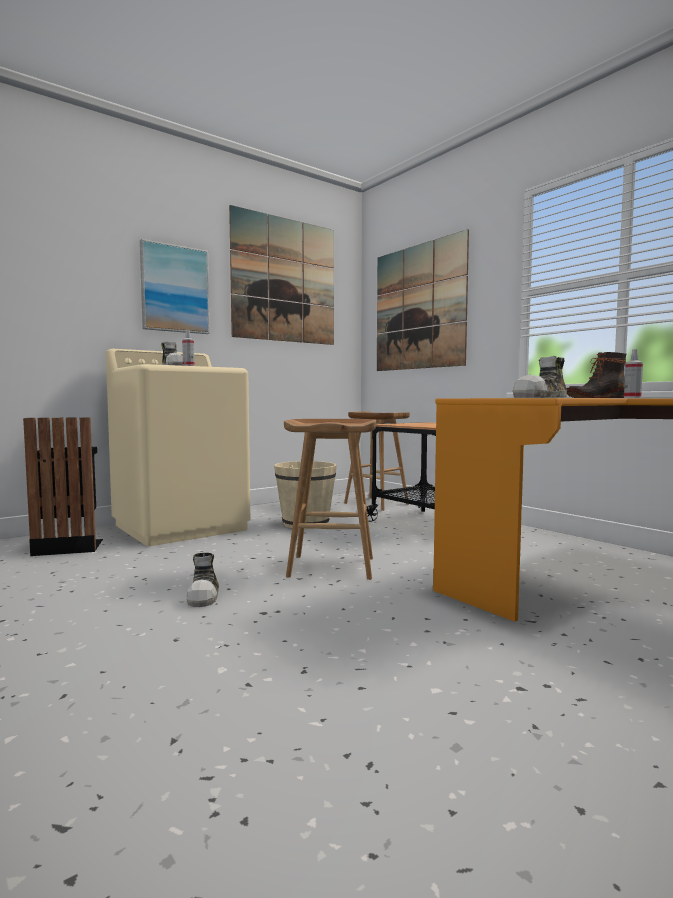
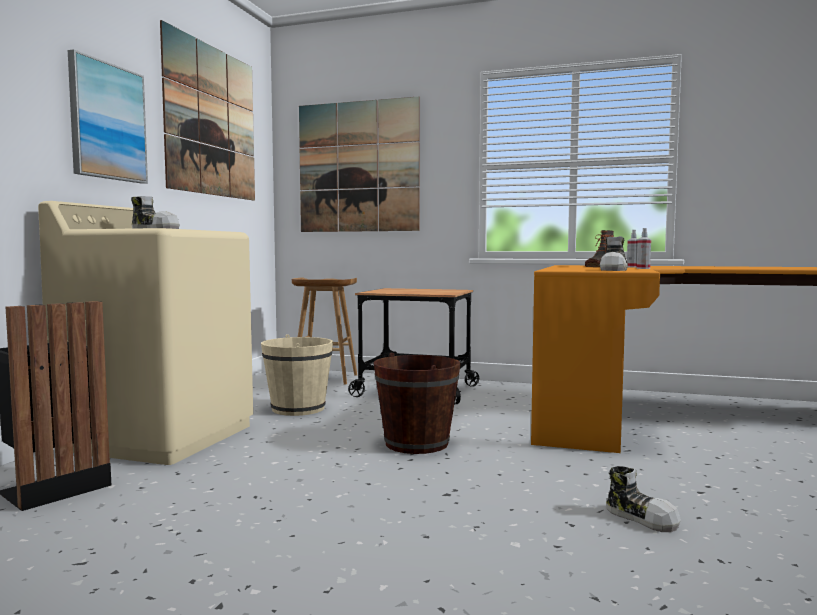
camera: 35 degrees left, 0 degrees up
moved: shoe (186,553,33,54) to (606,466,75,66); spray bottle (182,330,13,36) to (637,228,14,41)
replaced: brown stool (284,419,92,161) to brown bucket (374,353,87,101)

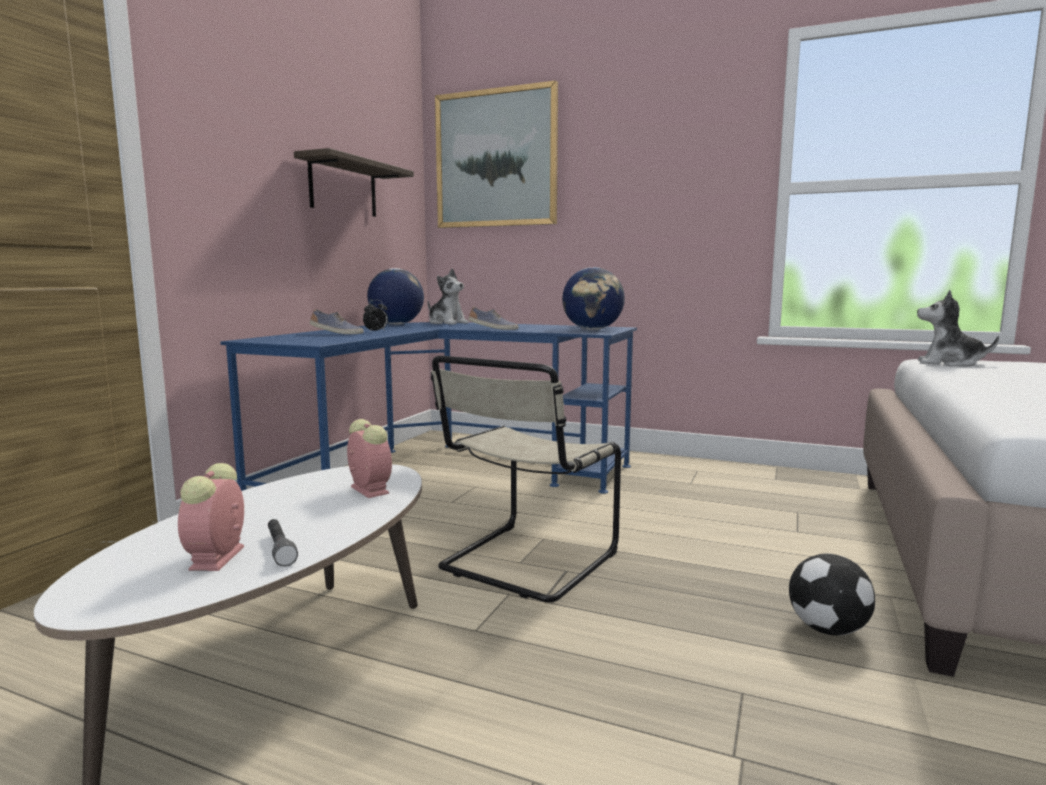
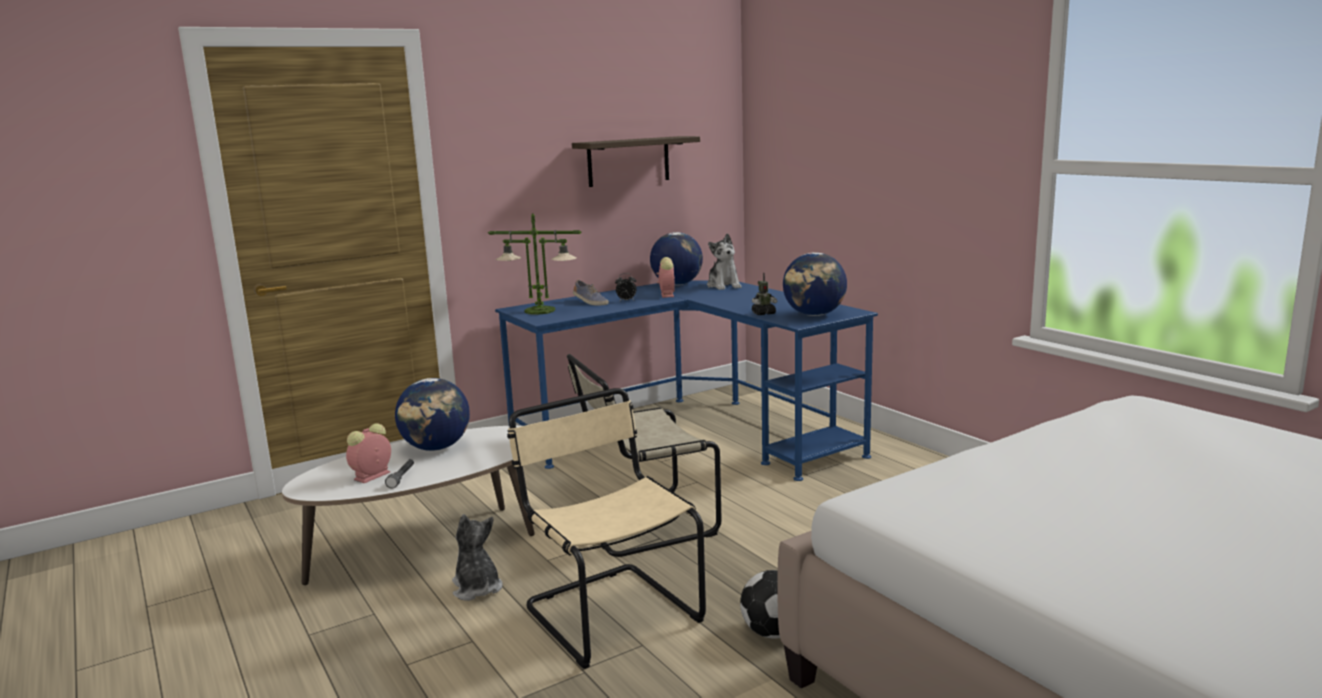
camera: 35 degrees right, 5 degrees up
removed: picture (435,80,123,148); shoe (468,306,51,24)
added: globe (395,378,75,73); table lamp (488,213,94,102); beige chair (507,388,199,281); toy robot (752,273,25,42)
moved: plush toy (917,290,82,77) to (452,514,51,87); alarm clock (347,419,45,79) to (656,257,19,41)

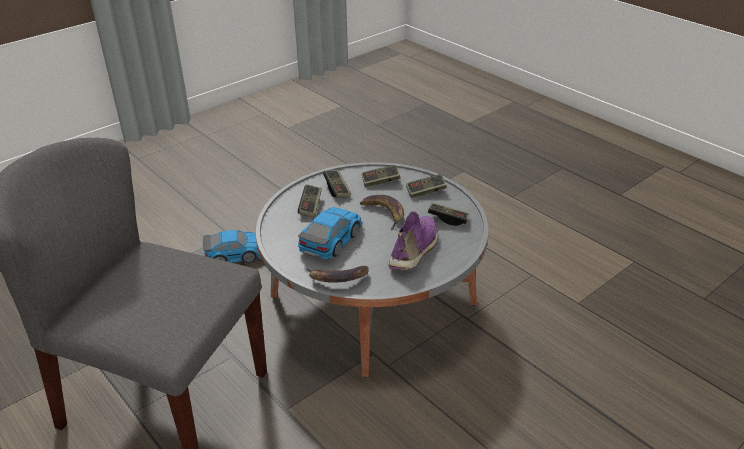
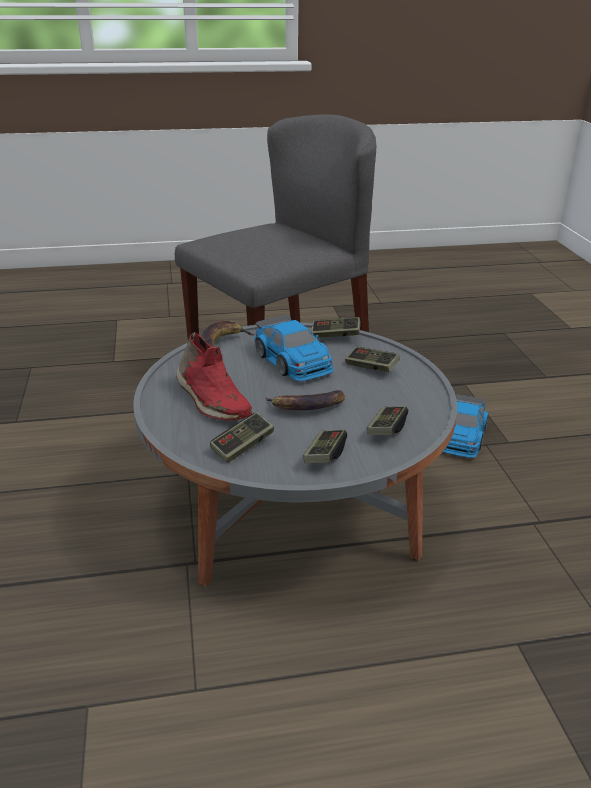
camera: 120 degrees right, 5 degrees down
moved: game controller (323,170,28,28) to (311,317,49,21)
recoloured: purple shoe (388,211,50,59) to red shoe (176,332,76,89)

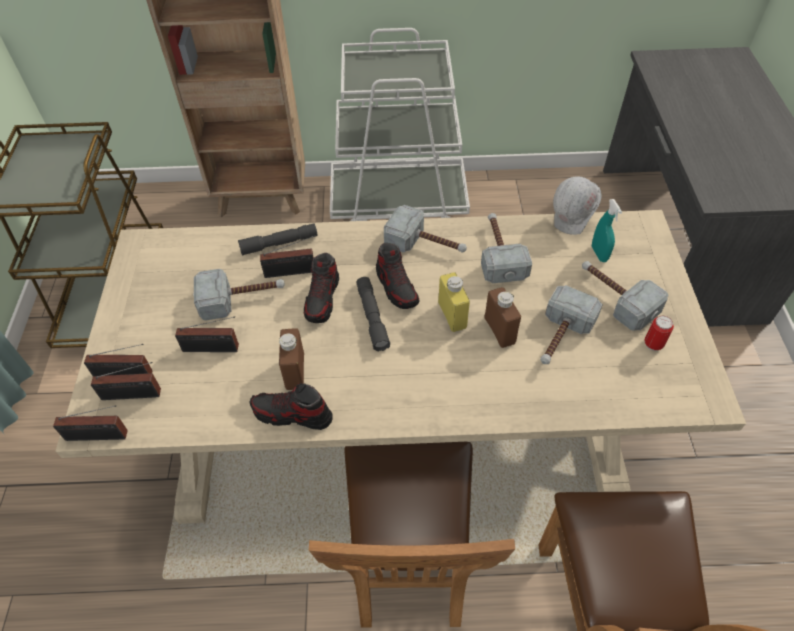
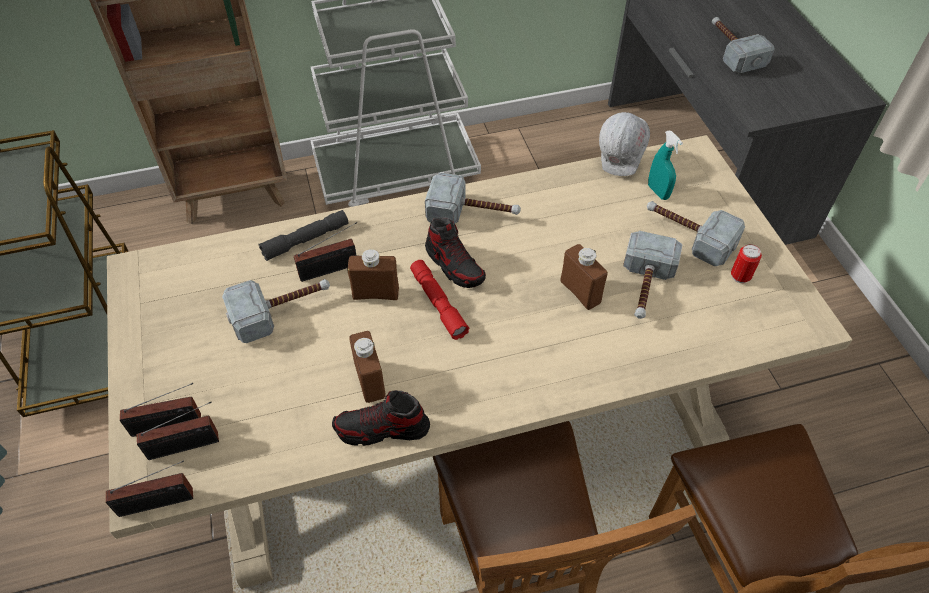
camera: 15 degrees left, 0 degrees up
removed: radio (175,316,64,36); yellow bottle (438,272,32,60)
moved: hammer (481,213,51,71) to (712,17,63,56)
replaced: shoe (304,253,35,70) to brown bottle (347,249,52,51)
recoloured: grey flashlight (356,277,34,74) to red flashlight (410,260,59,80)

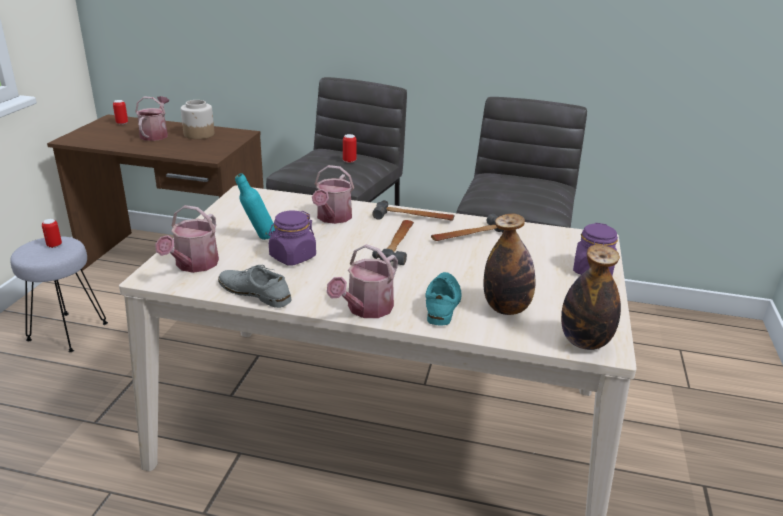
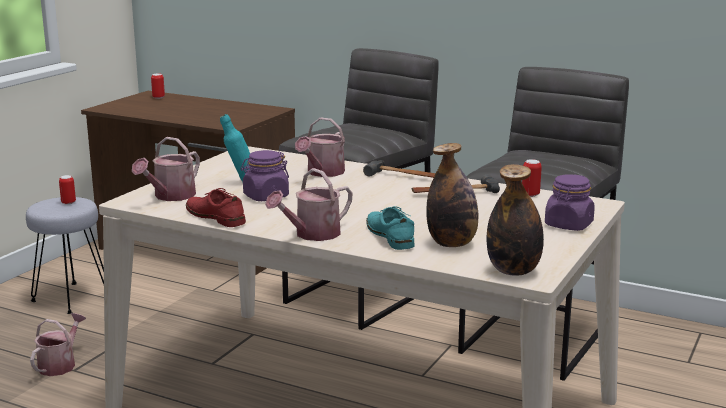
camera: 15 degrees right, 10 degrees down
removed: jar (181,100,34,39); hammer (372,220,42,45)
moved: watering can (135,96,34,45) to (30,313,56,63); can (343,134,14,29) to (522,159,20,38)
recoloured: grey shoe (218,265,73,43) to red shoe (186,188,60,39)
turned: turquoise shoe (425,272,36,54) = (366,206,49,44) 45 degrees counterclockwise

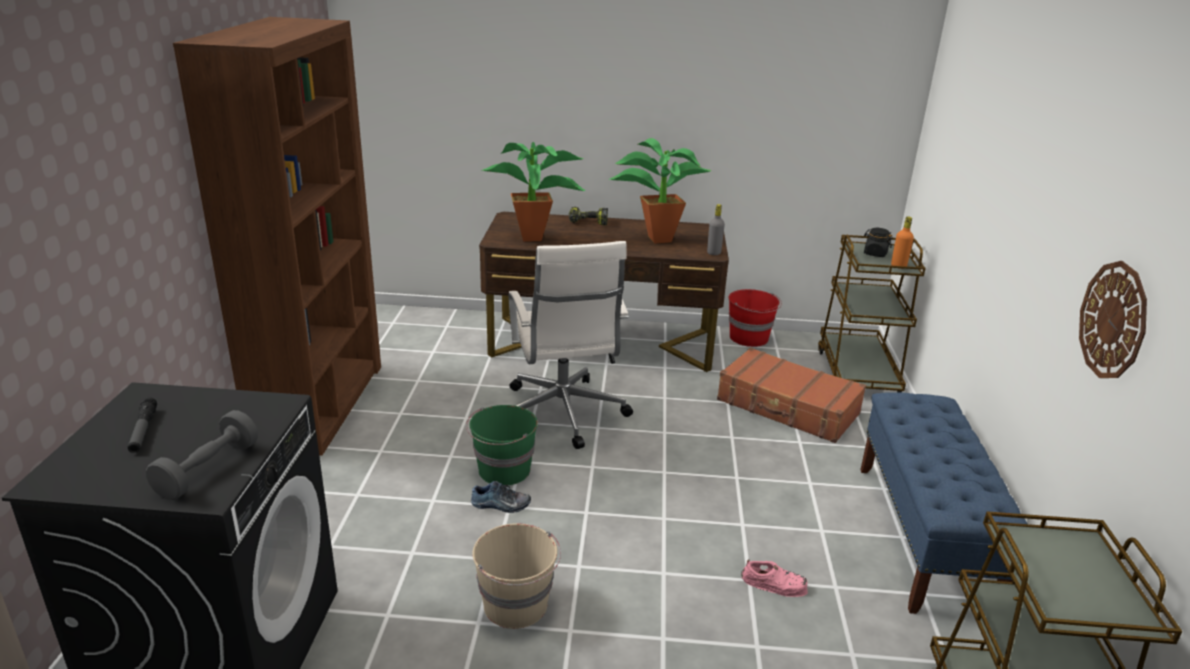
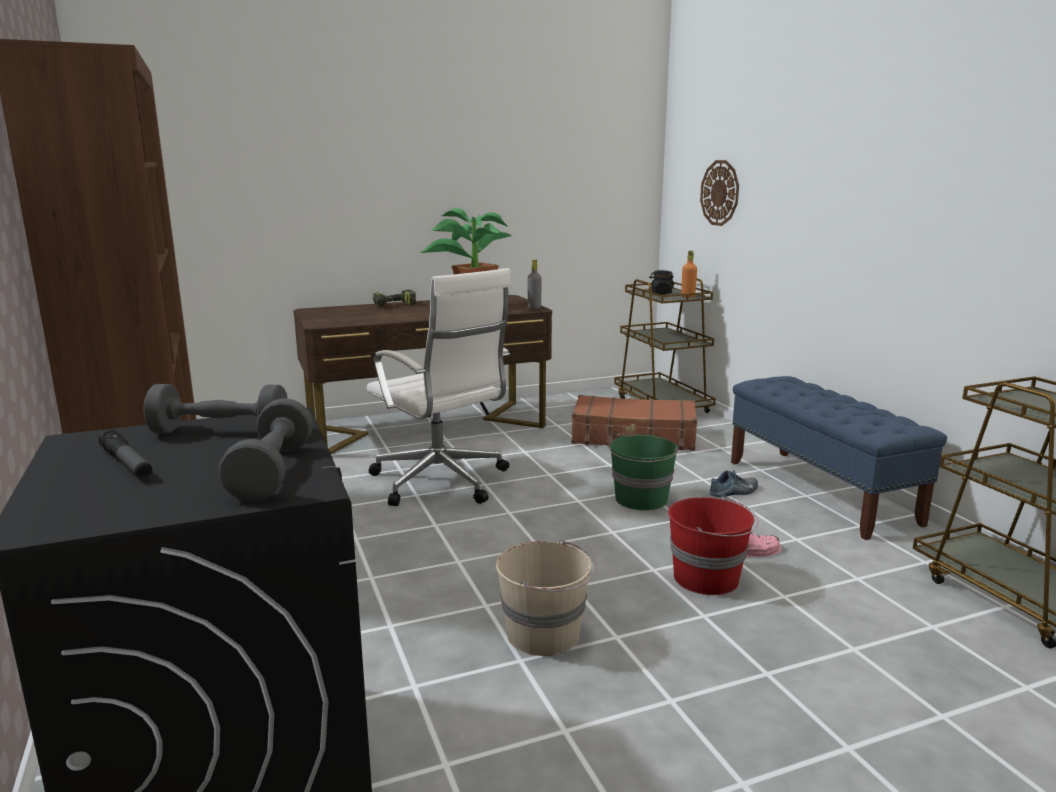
camera: 25 degrees left, 10 degrees down
removed: potted plant (482,142,104,100)
added: grey dumbbell (143,384,145,50)
moved: green bucket (466,405,72,81) to (608,435,71,75); red bucket (728,289,54,58) to (668,497,91,98); wall clock (1079,261,68,117) to (700,160,39,66); shoe (471,481,60,32) to (710,470,48,27)

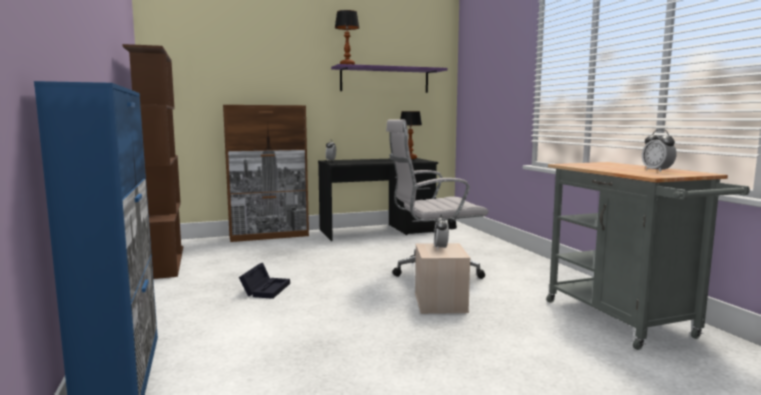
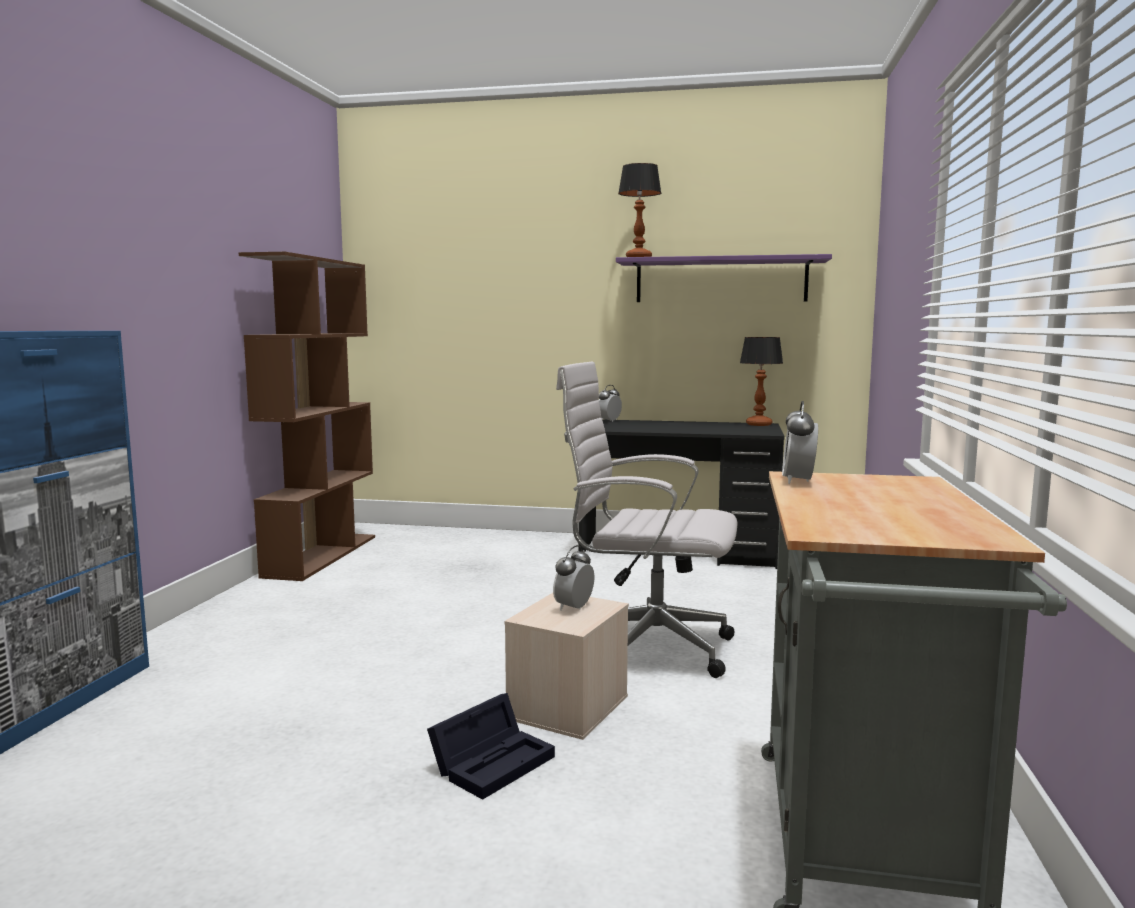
camera: 30 degrees right, 0 degrees up
removed: brown cabinet (223,105,86,137)
moved: black storage box (239,263,51,36) to (427,693,128,107); alarm clock (642,129,35,43) to (782,401,36,83)

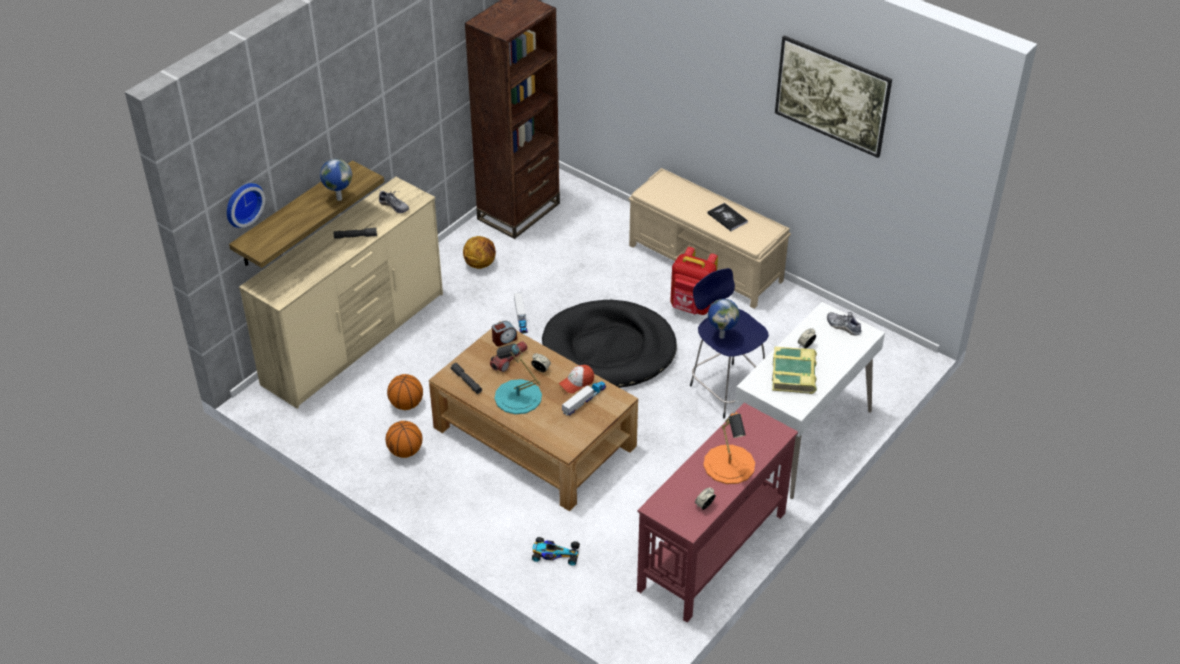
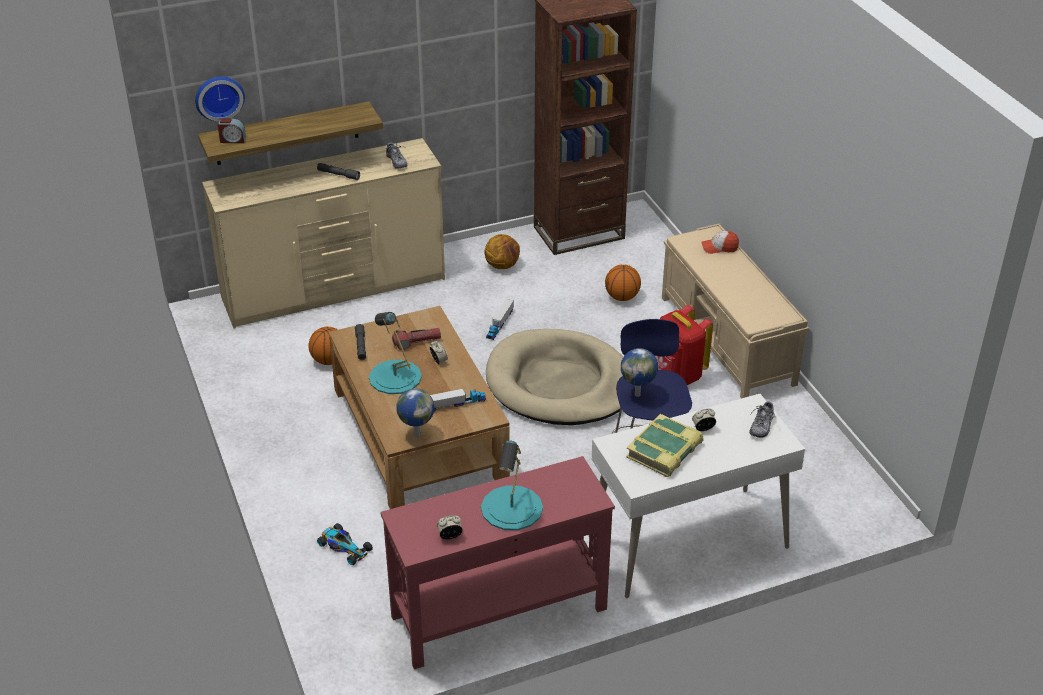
camera: 30 degrees right, 5 degrees down
removed: book (707,203,41,28); picture (775,35,117,123)
moved: alarm clock (492,321,25,26) to (217,118,29,25); globe (320,159,32,42) to (396,388,39,49); basketball (385,421,38,37) to (605,265,36,36); cap (559,365,35,28) to (702,231,37,23)
recoloured: orange table lamp (703,412,52,72) to turquoise table lamp (481,440,62,90); black dog bed (542,300,135,88) to beige dog bed (486,329,137,96)
turned: shoe (827,312,34,24) = (749,399,26,39) 135 degrees counterclockwise

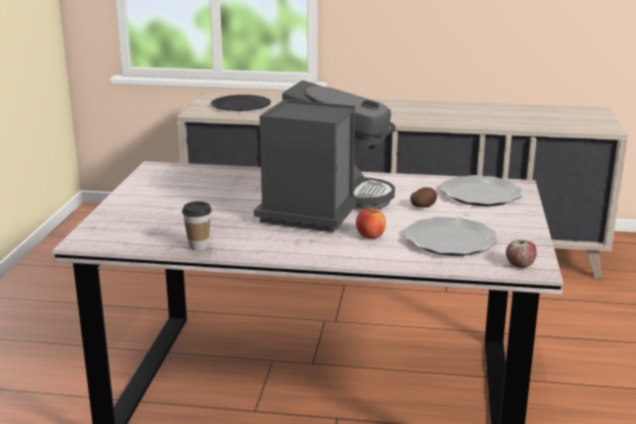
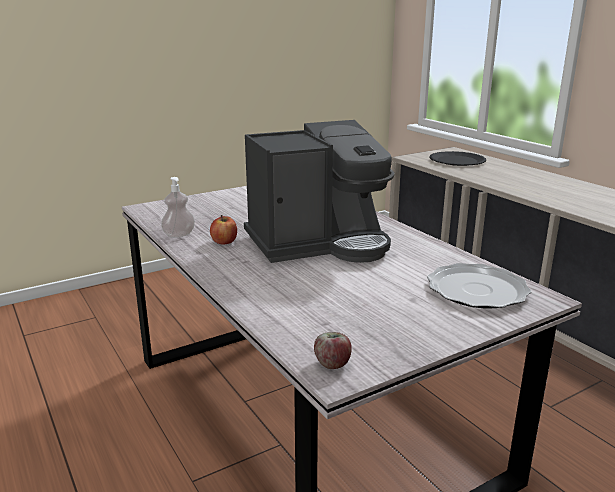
camera: 50 degrees right, 0 degrees up
removed: plate (405,217,93,39); potato (410,187,27,21)
moved: apple (356,207,30,32) to (210,215,27,30)
replaced: cup (182,201,30,50) to soap dispenser (161,177,34,61)

